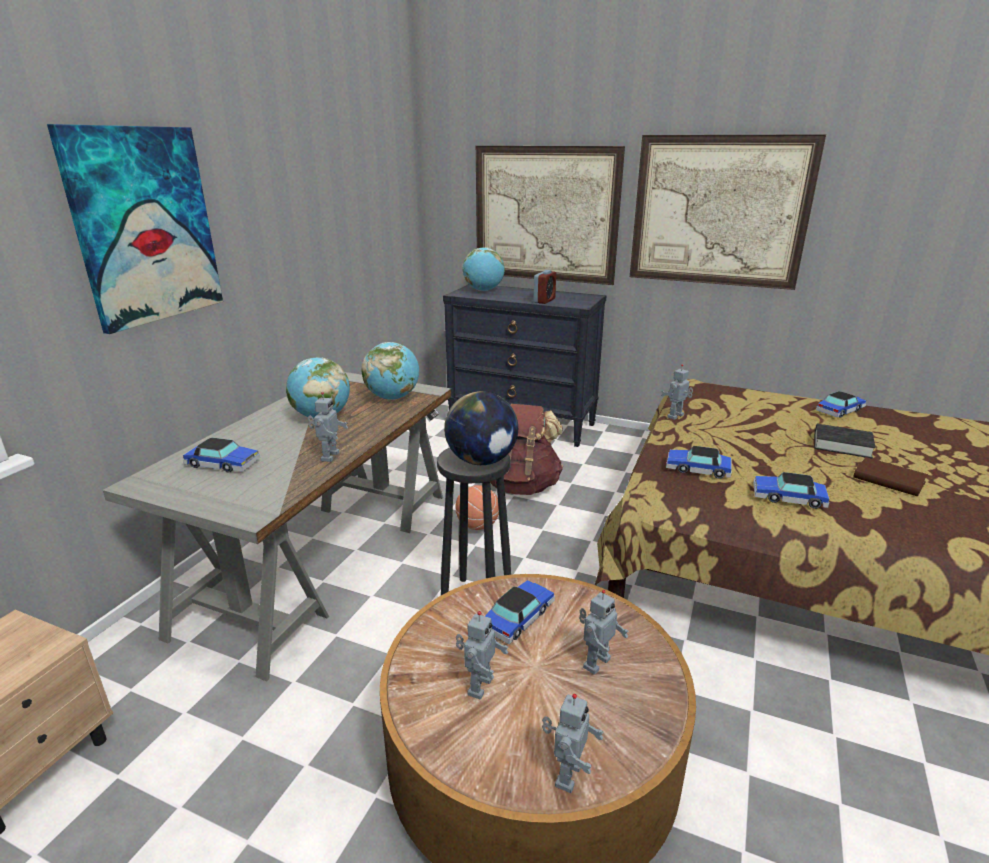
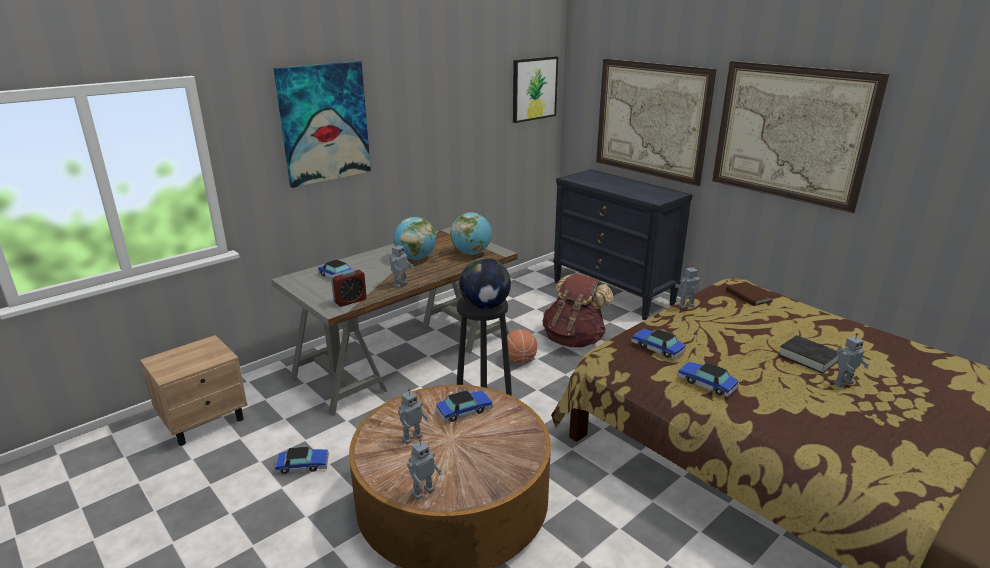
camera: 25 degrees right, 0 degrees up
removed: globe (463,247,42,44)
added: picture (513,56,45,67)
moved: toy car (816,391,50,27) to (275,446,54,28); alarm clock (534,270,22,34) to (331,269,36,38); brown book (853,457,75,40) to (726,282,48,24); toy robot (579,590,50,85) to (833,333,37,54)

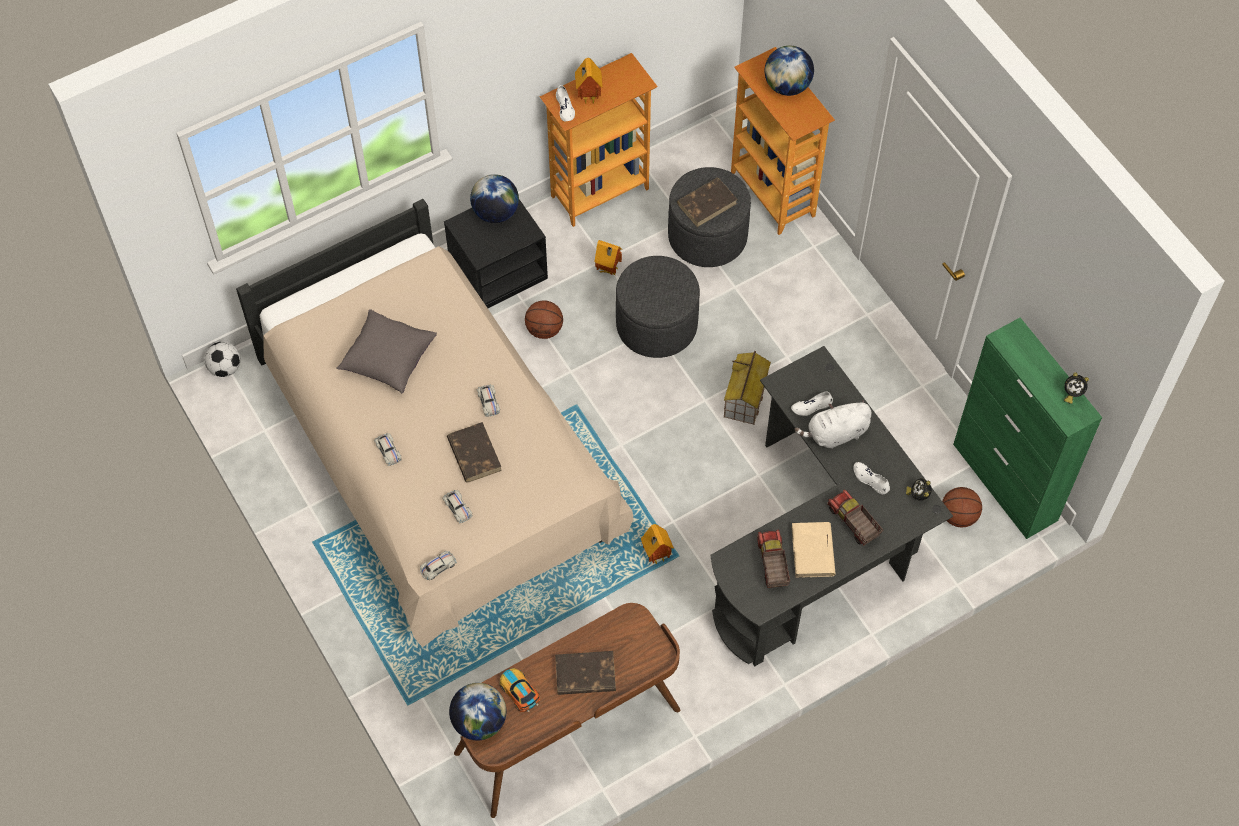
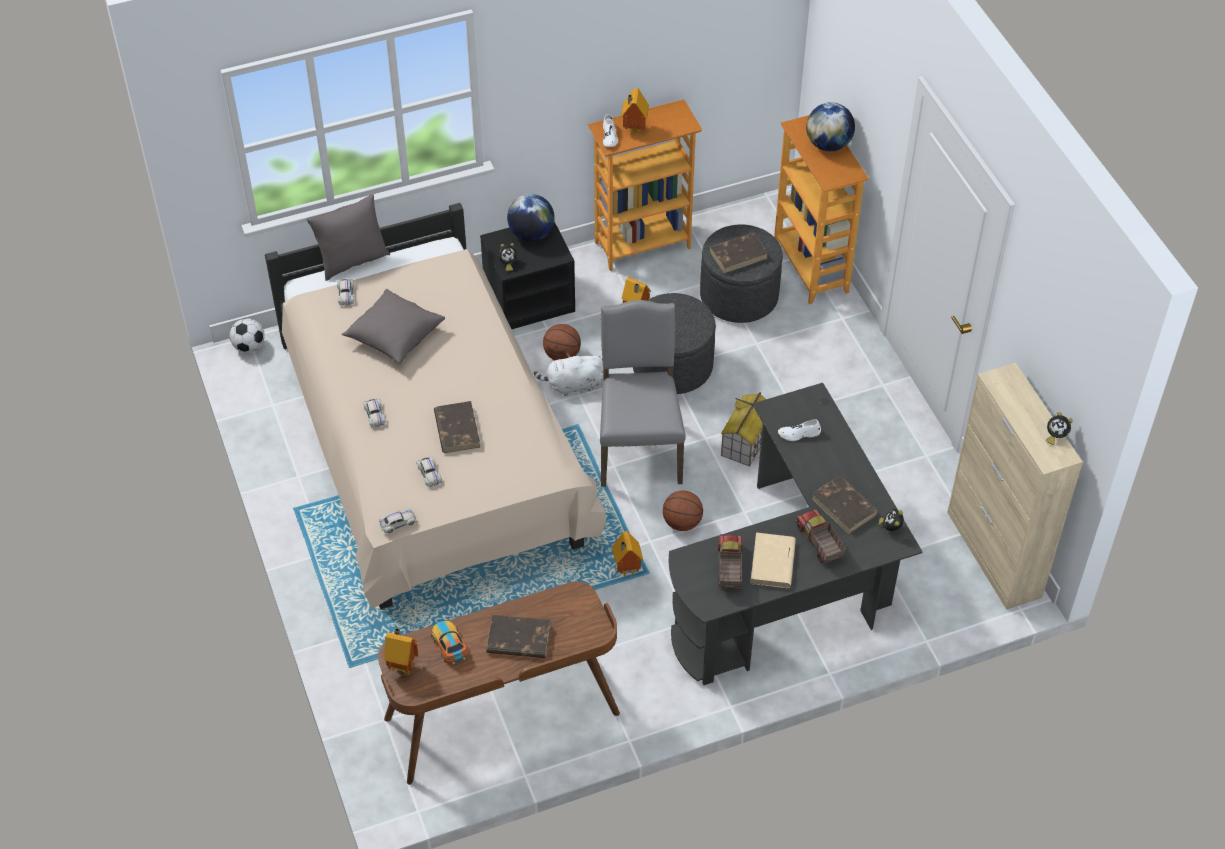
camera: 10 degrees right, 10 degrees down
added: grey pillow (306,194,84,87); alarm clock (498,243,19,28); grey chair (600,300,86,187)
moved: white toy car (476,385,24,31) to (337,279,17,27); white plush toy (794,400,78,49) to (534,353,70,43); basketball (942,487,40,40) to (663,491,40,40)
replaced: globe (449,683,57,57) to toy house (384,628,35,47); white shoe (854,462,36,32) to brown book (811,476,67,58)
recoloured: green cabinet (953,318,149,221) to beige cabinet (947,363,136,247)

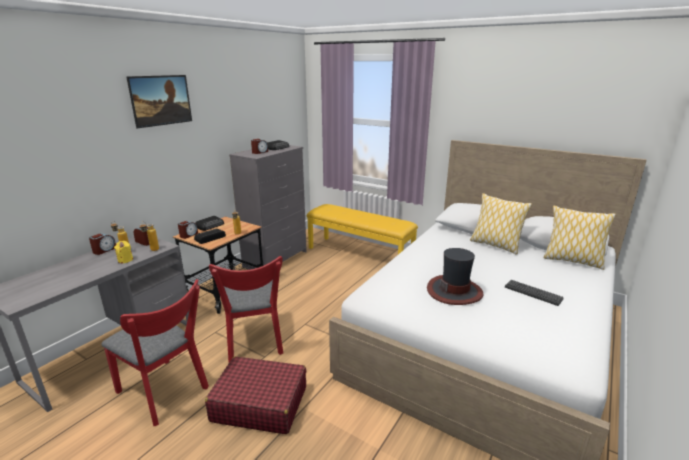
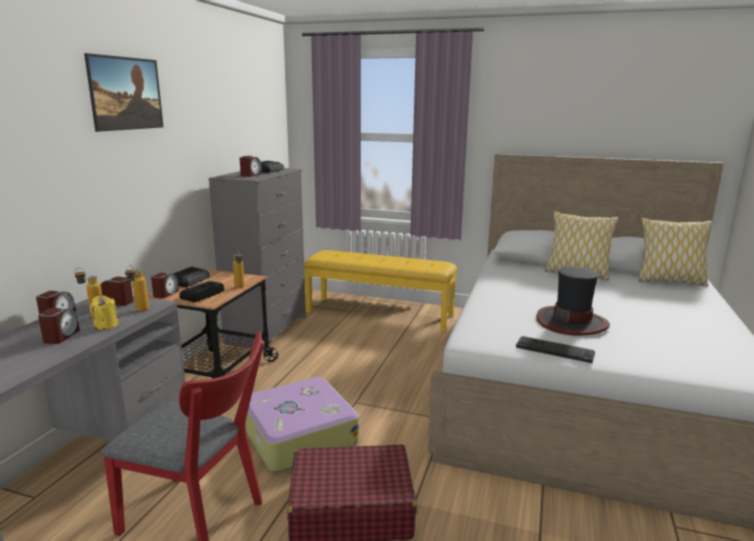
camera: 15 degrees left, 5 degrees down
added: alarm clock (38,308,42,36)
moved: keyboard (505,280,58,26) to (516,336,79,27)
replaced: red chair (209,256,74,106) to suitcase (246,377,113,95)

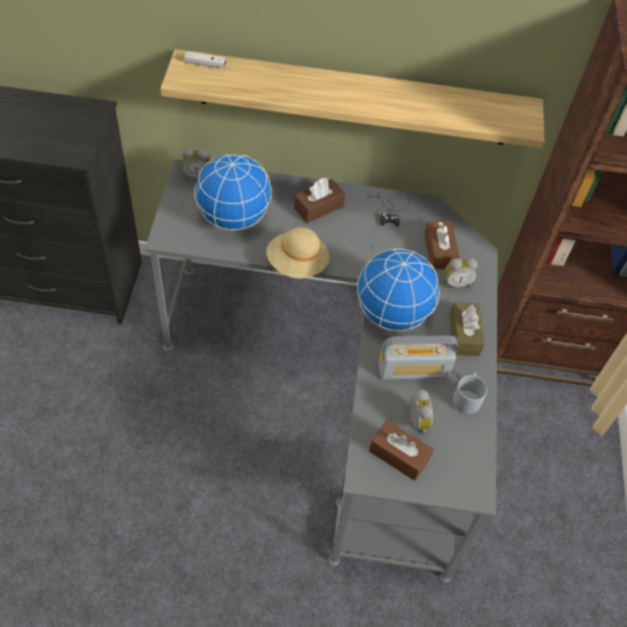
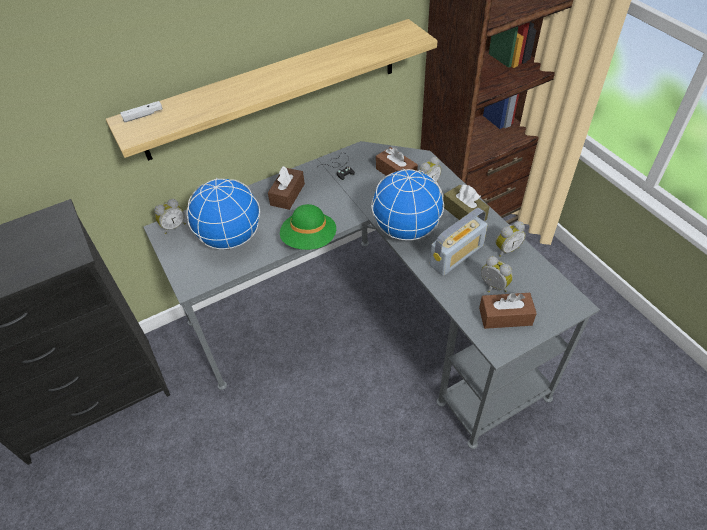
camera: 30 degrees left, 5 degrees down
replaced: grey mug (453,372,34,42) to alarm clock (495,221,31,36)
recoloured: beige hat (266,227,64,52) to green hat (280,204,56,46)

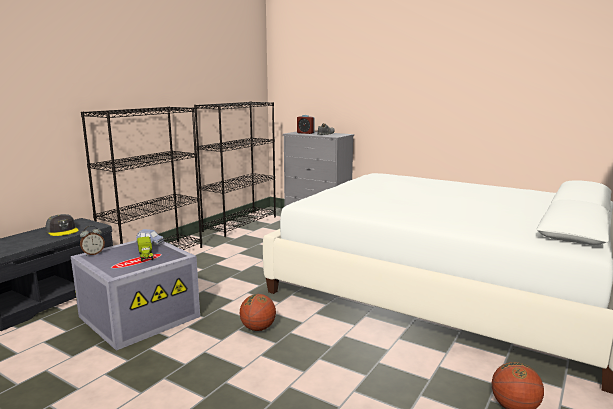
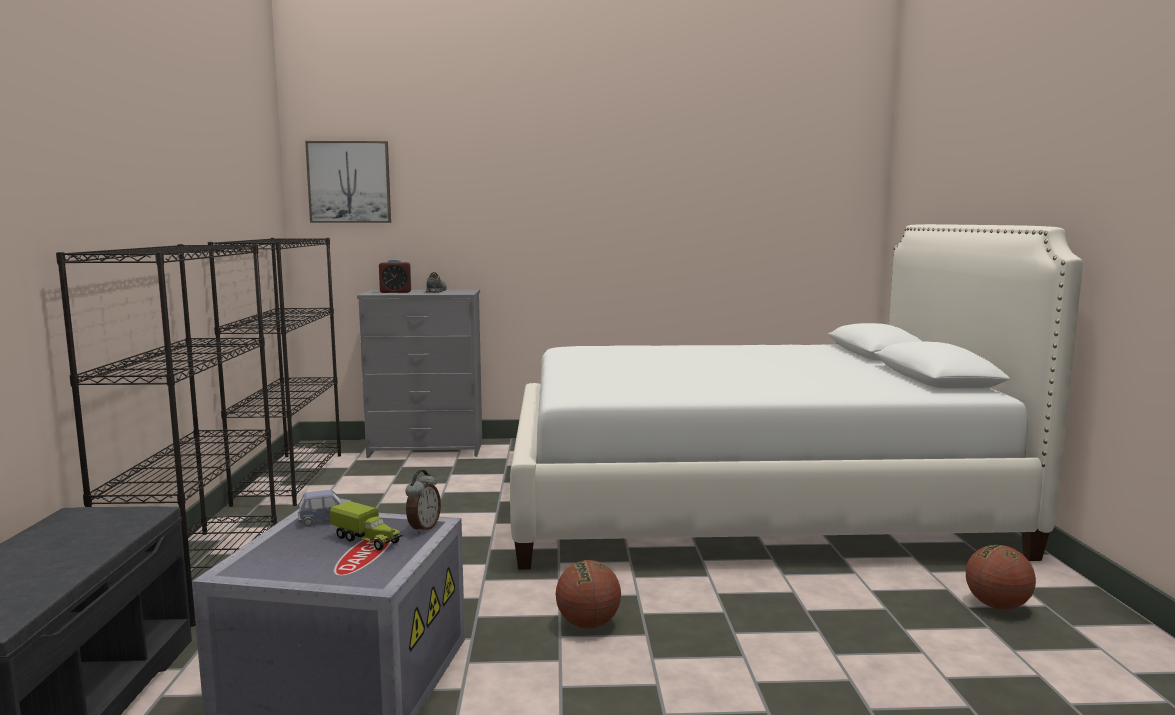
camera: 35 degrees left, 5 degrees down
removed: grey cap (45,214,34,22)
added: picture (305,141,86,82)
moved: alarm clock (80,226,25,30) to (405,470,36,64)

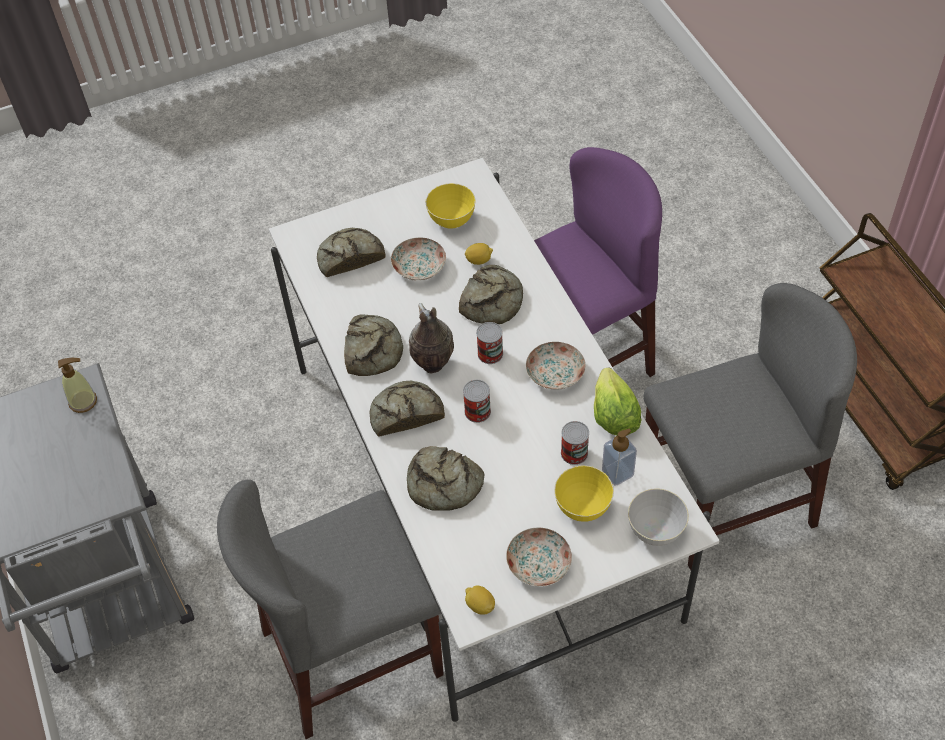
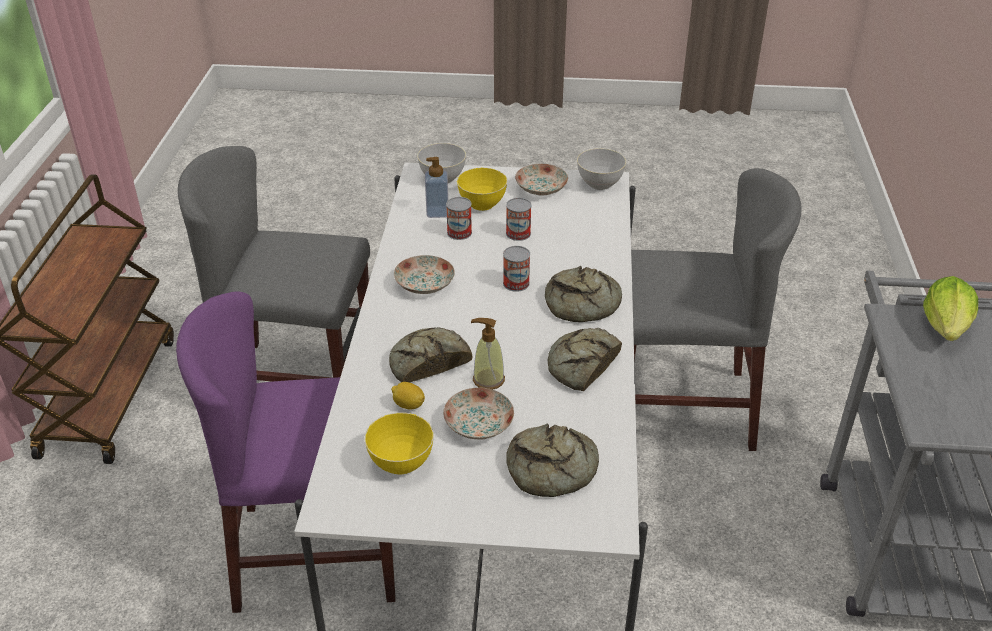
camera: 155 degrees left, 15 degrees down
removed: bread (407,446,78,65); vase (409,303,45,71)
moved: soap dispenser (58,358,39,55) to (471,318,34,72); can (476,322,27,42) to (506,198,26,43); lettuce (594,368,47,68) to (923,276,55,65)
replaced: lemon (465,585,30,30) to grey bowl (577,148,49,42)

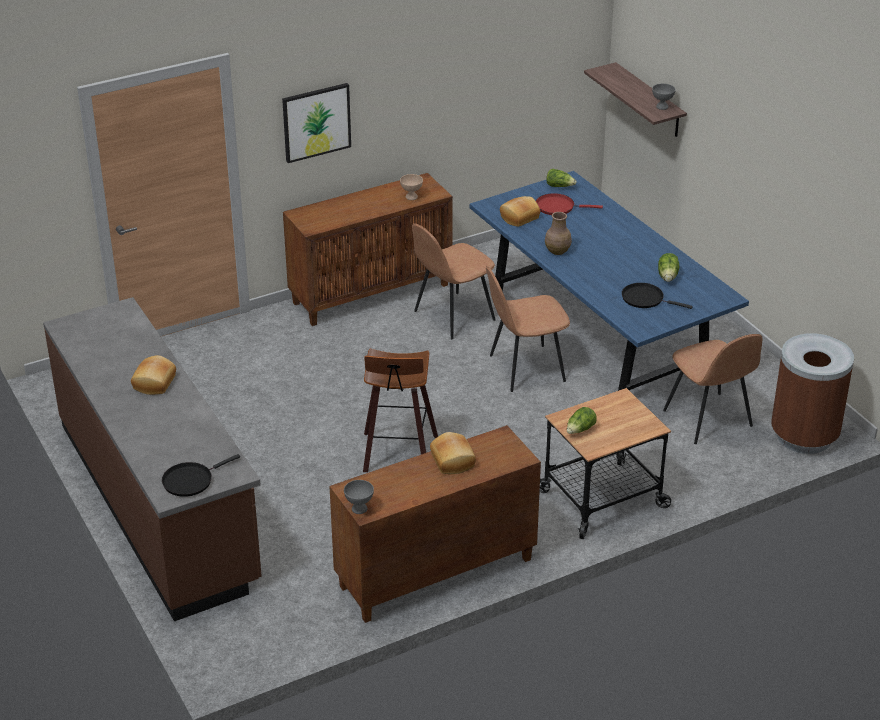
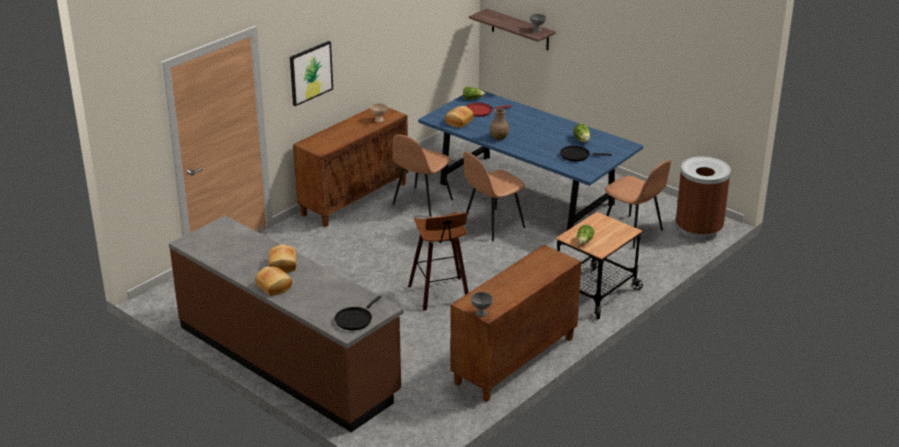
camera: 20 degrees left, 5 degrees down
moved: bread (430,432,46,42) to (255,266,37,30)

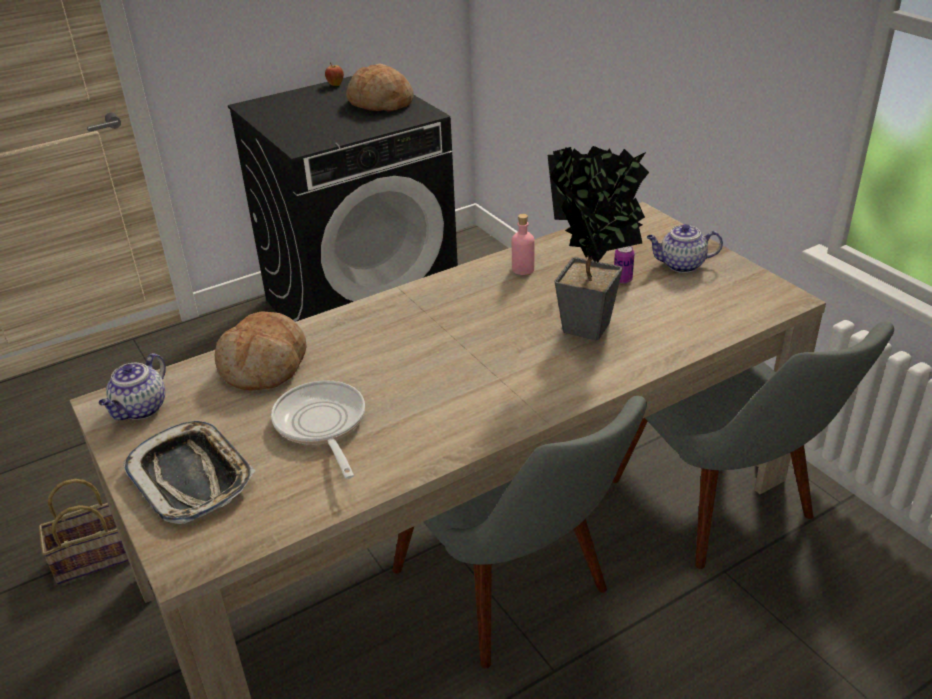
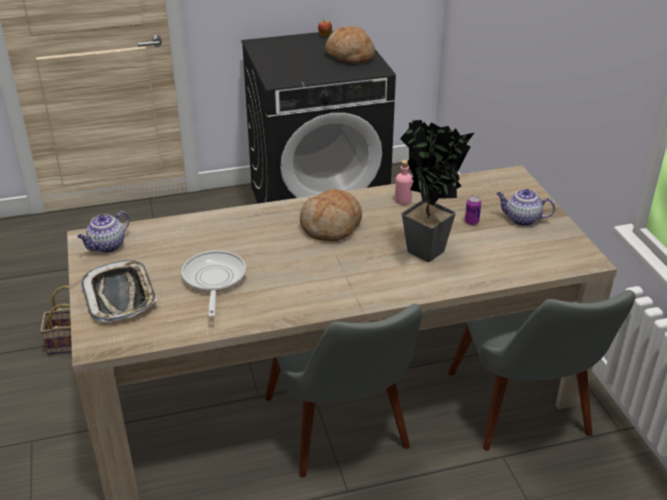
camera: 15 degrees right, 0 degrees up
moved: bread (215,311,92,79) to (300,189,62,52)

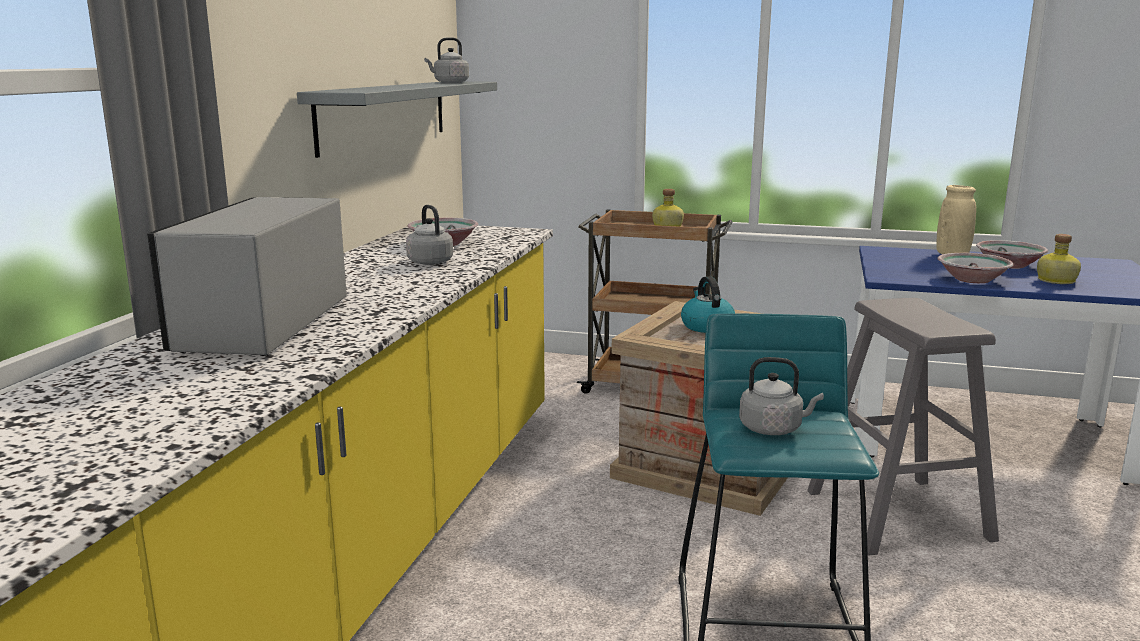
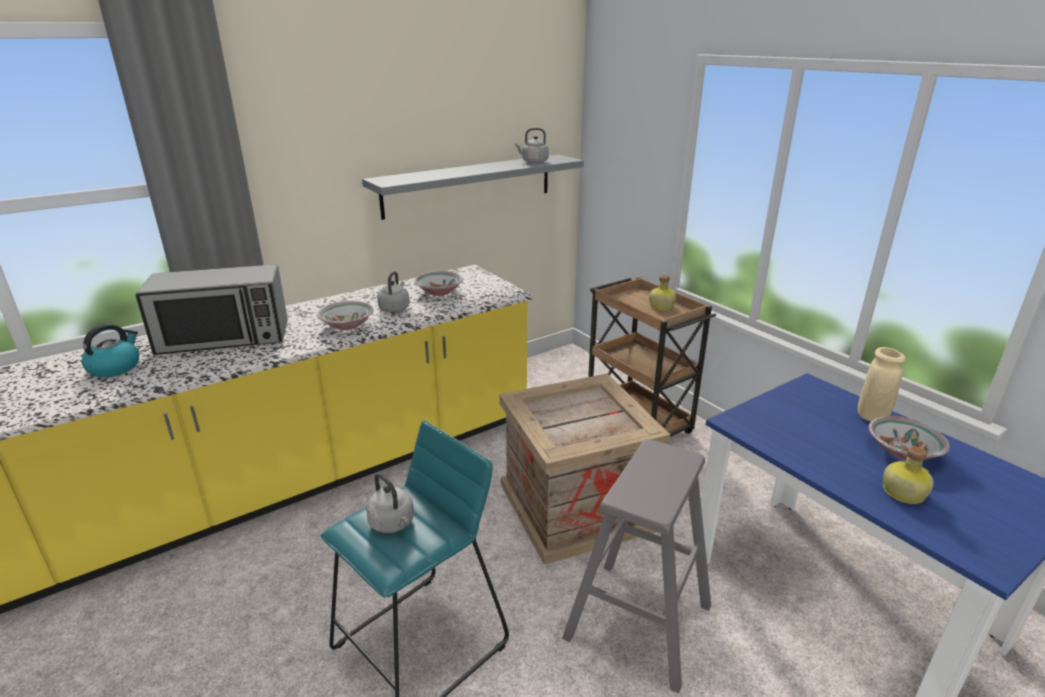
camera: 40 degrees right, 10 degrees up
moved: kettle (681,276,54,57) to (82,324,57,53); bowl (937,253,77,30) to (317,301,57,29)
turned: microwave (147,197,200,159) = (136,264,152,91) 150 degrees counterclockwise

